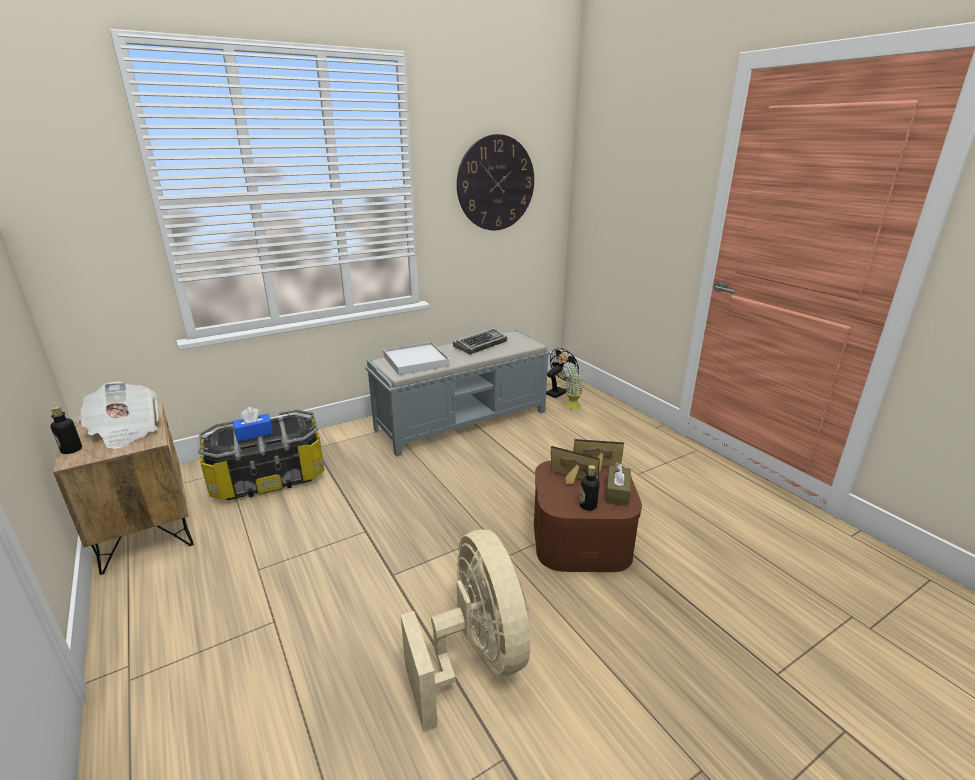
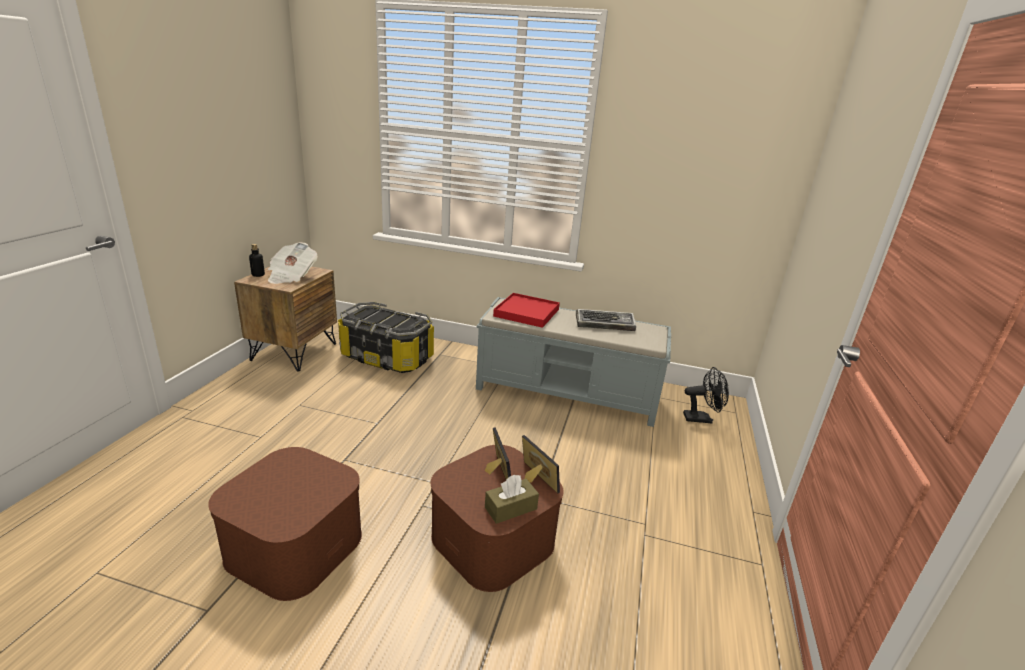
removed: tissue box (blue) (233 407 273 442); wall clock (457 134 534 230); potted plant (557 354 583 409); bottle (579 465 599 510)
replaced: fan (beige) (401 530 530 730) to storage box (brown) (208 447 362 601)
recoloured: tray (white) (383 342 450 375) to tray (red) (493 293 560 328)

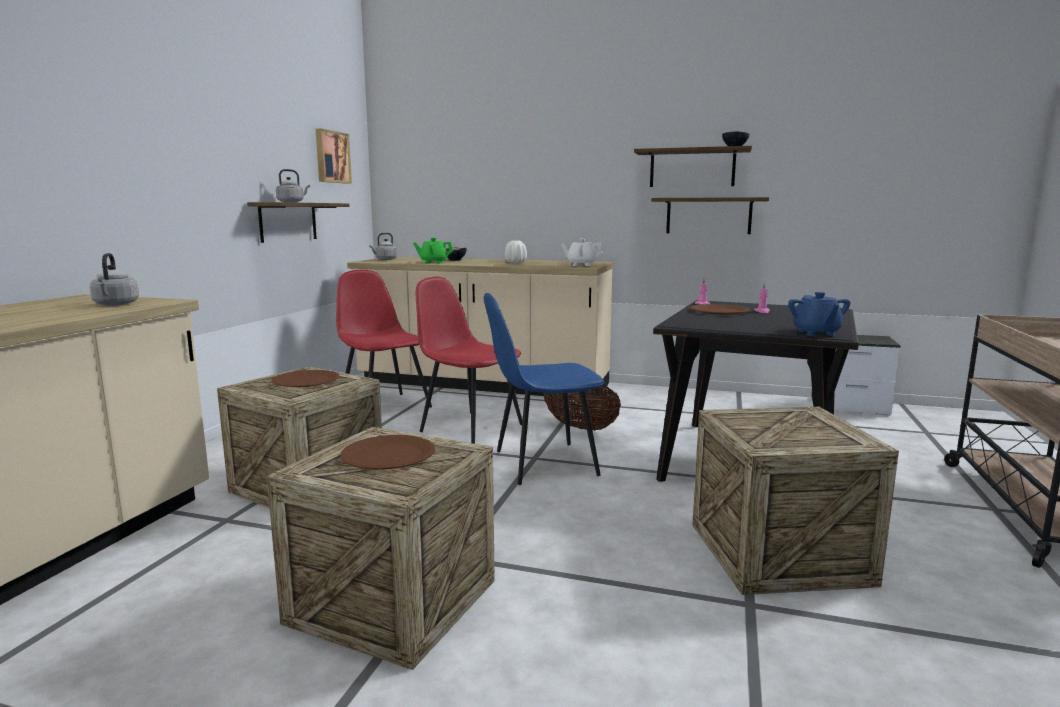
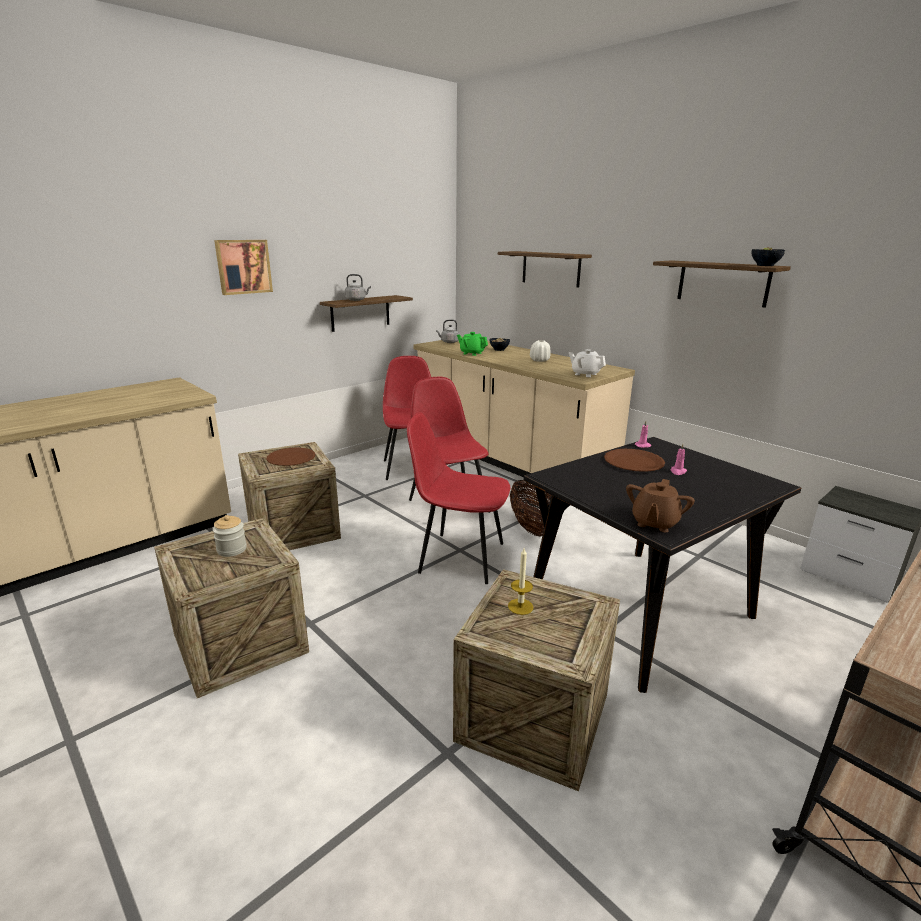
removed: kettle (grey) (89 253 139 306)
added: candle (508 548 533 615)
moved: picture (316 129 352 184) to (214 240 273 295); shelf (651 197 769 234) to (498 251 592 288)
replaced: plate (brown) (340 435 435 470) to jar (213 515 247 557)
recoloured: chair (blue) (484 293 604 485) to chair (red) (407 412 511 584); teapot (blue) (788 292 851 336) to teapot (brown) (626 479 695 533)

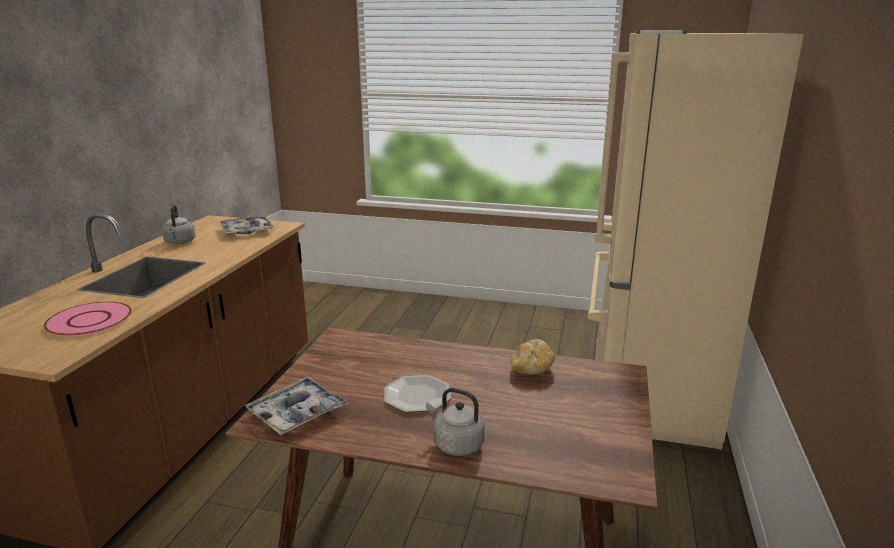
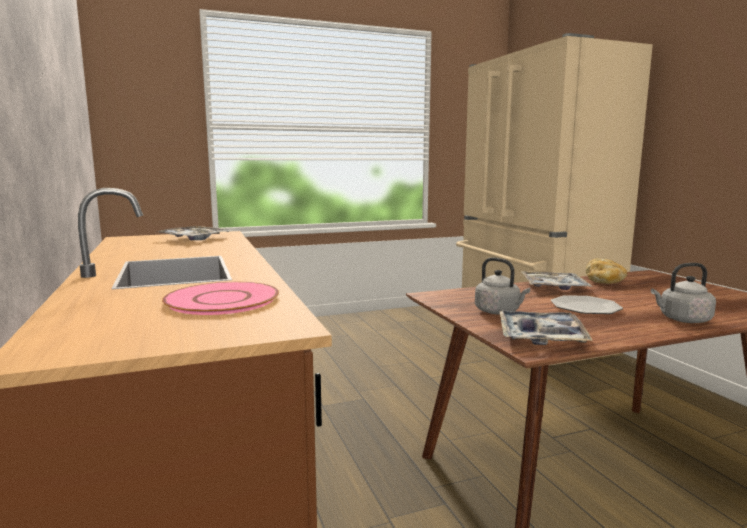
added: tray (521 271 593 290)
moved: kettle (grey) (162 205 196 244) to (475 257 530 315)

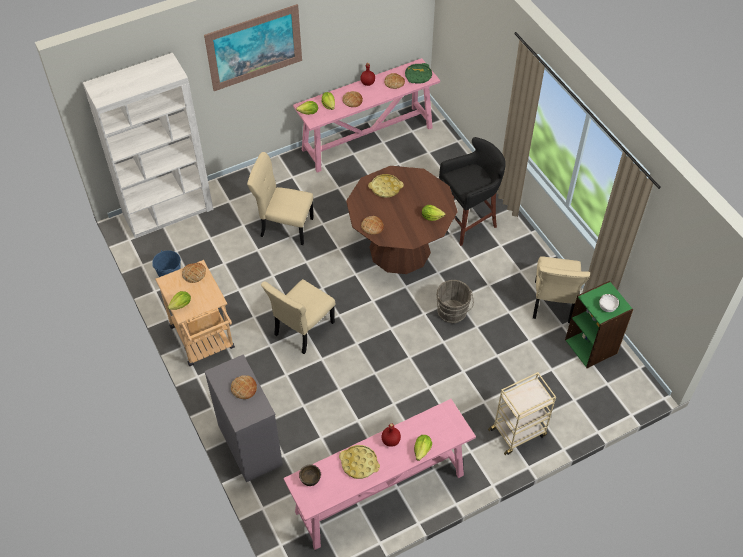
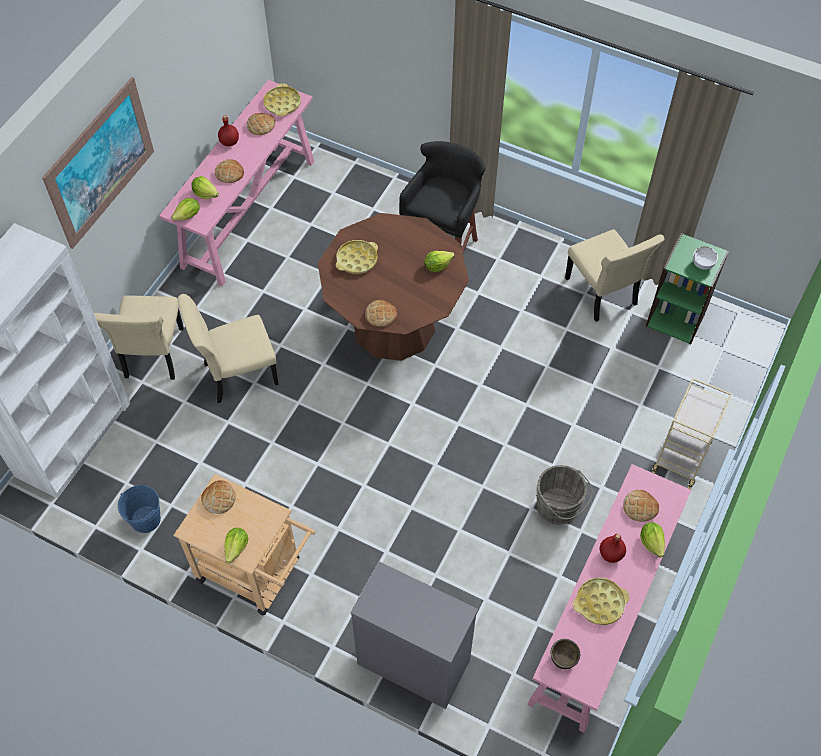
moved: chair (beige) (261 279 336 354) to (94 295 184 380); bucket (grey) (436 280 474 323) to (536 465 593 525); bread (231 375 257 399) to (623 490 659 522)
recoloured: tray (green) (405 63 432 84) to tray (yellow) (263 83 301 116)

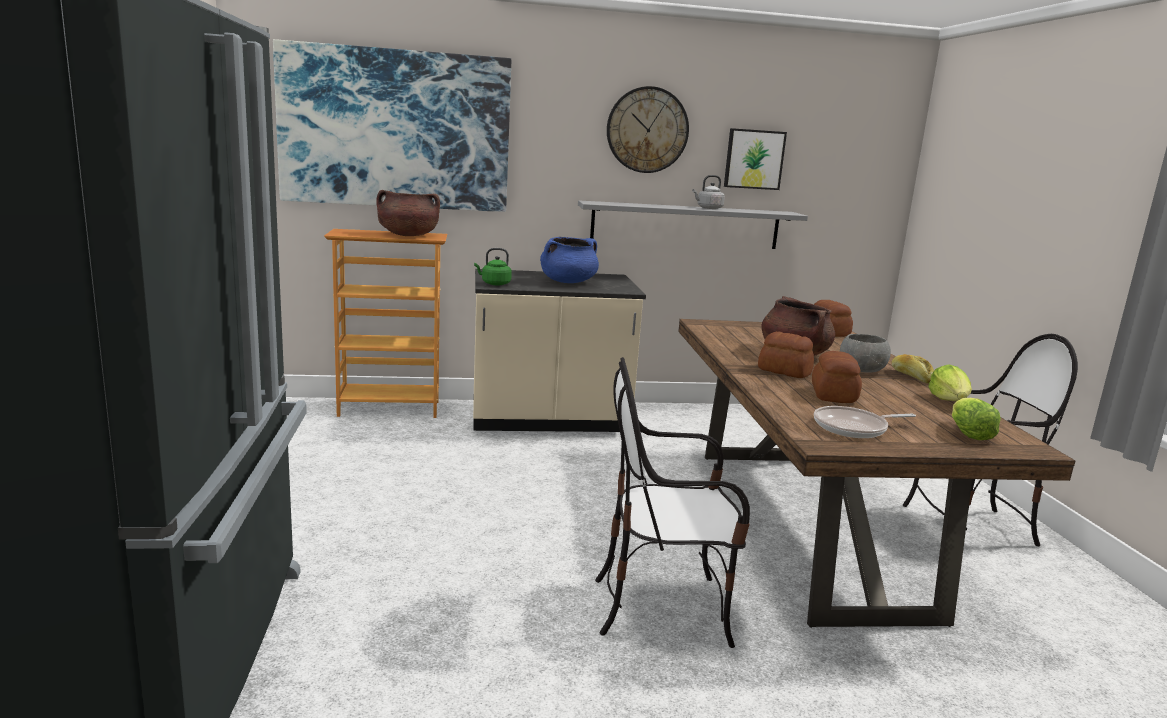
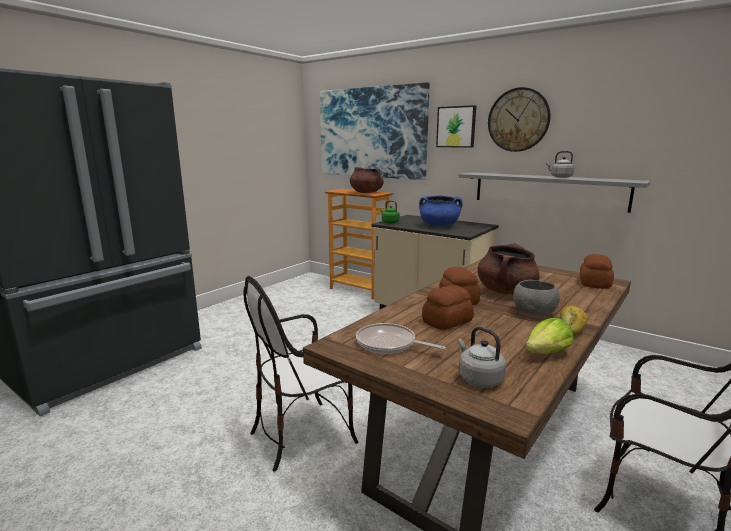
moved: picture (724 128 787 190) to (436 105 476 148)
replaced: lettuce (952 398 1001 440) to kettle (grey) (458 326 506 388)
turned: chair (595 357 750 648) = (243 276 358 472) 75 degrees counterclockwise

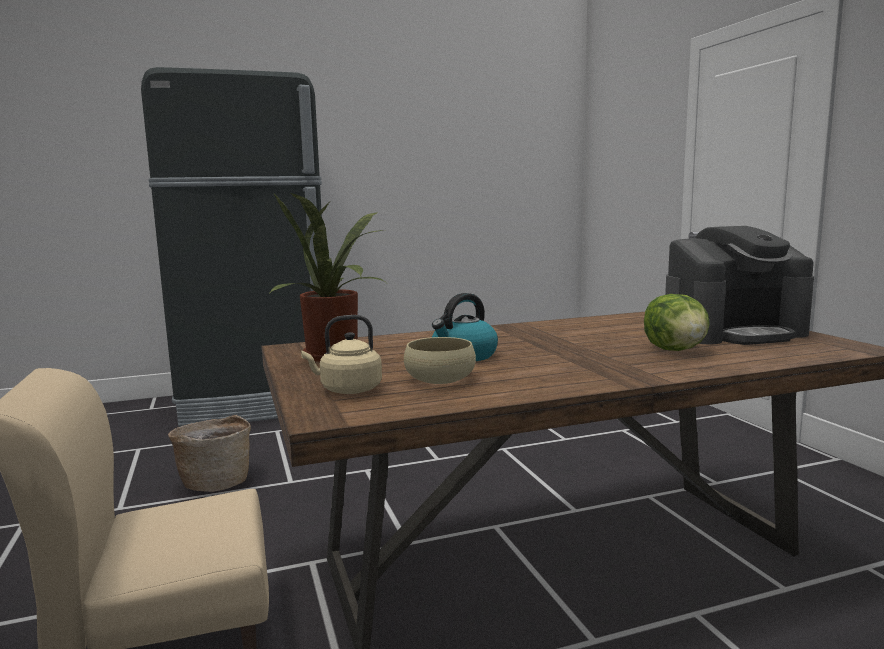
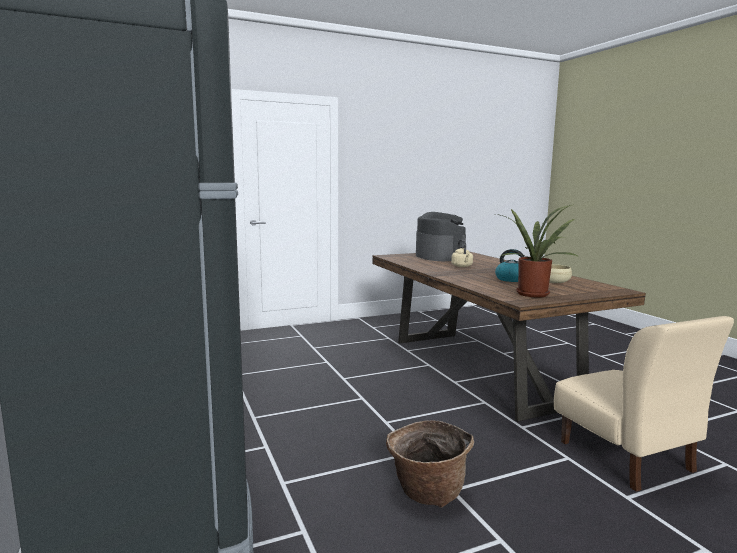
removed: lettuce (644 294 710 351)
moved: kettle (beige) (301 315 382 394) to (451 240 473 267)

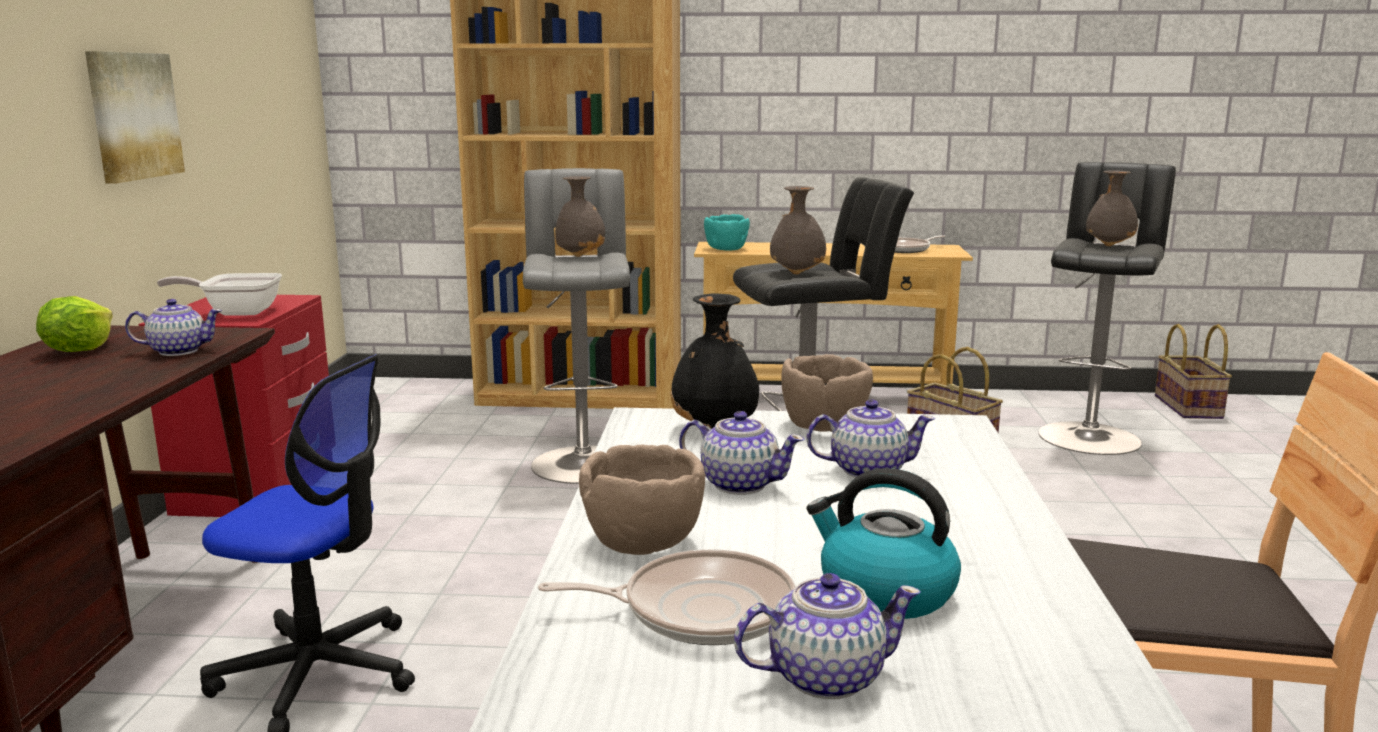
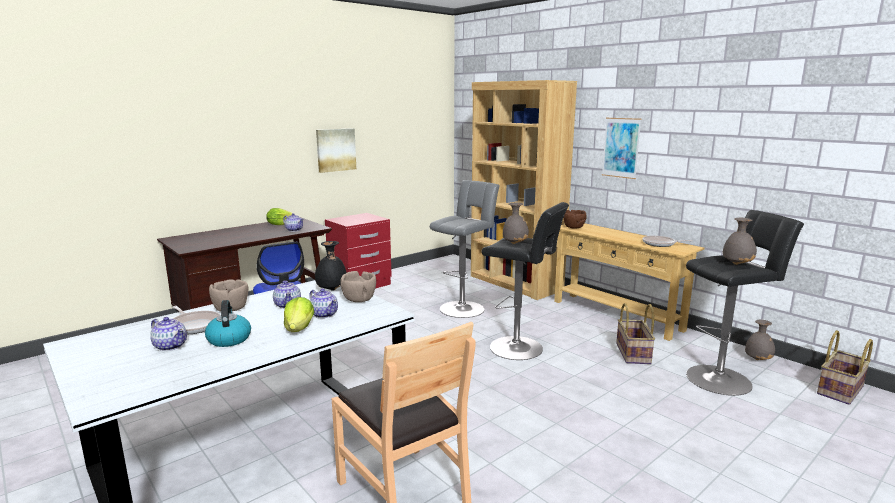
removed: frying pan (157 273 282 316)
added: lettuce (284 297 314 332); picture (602 118 641 179)
moved: vase (grey) (555 176 605 257) to (745 320 775 360)
recoloured: bowl (turquoise) (704 214 750 251) to bowl (brown) (563 210 586 229)

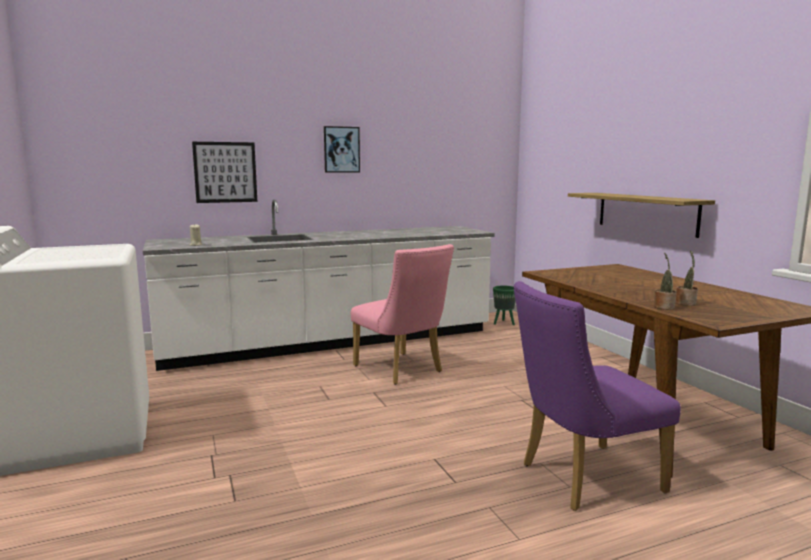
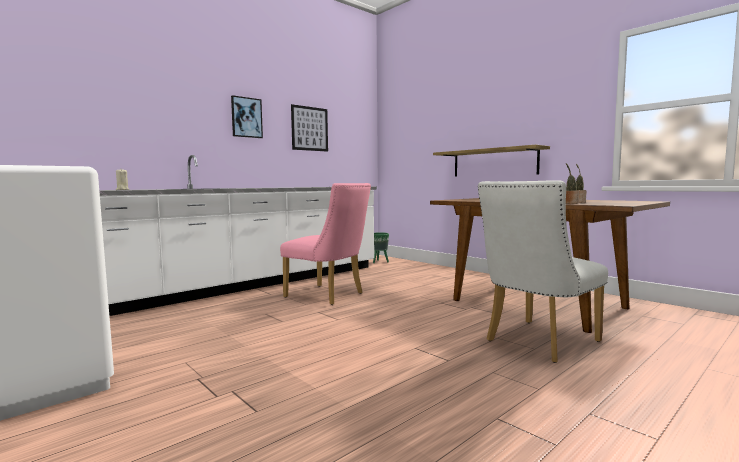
moved: picture (192 142 257 203) to (291 104 328 152)
recoloured: chair (purple) (514 281 681 511) to chair (white) (478 180 608 363)

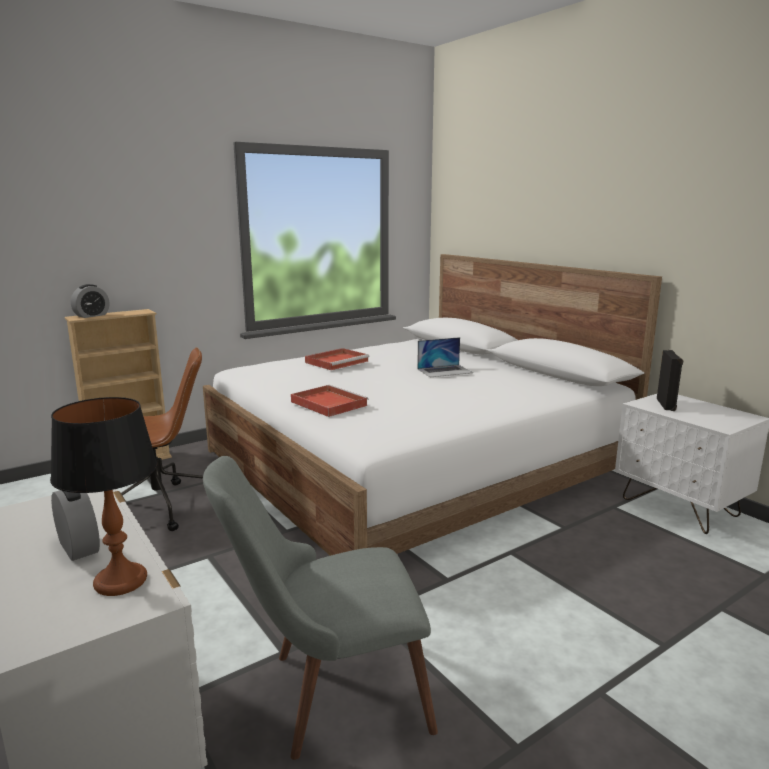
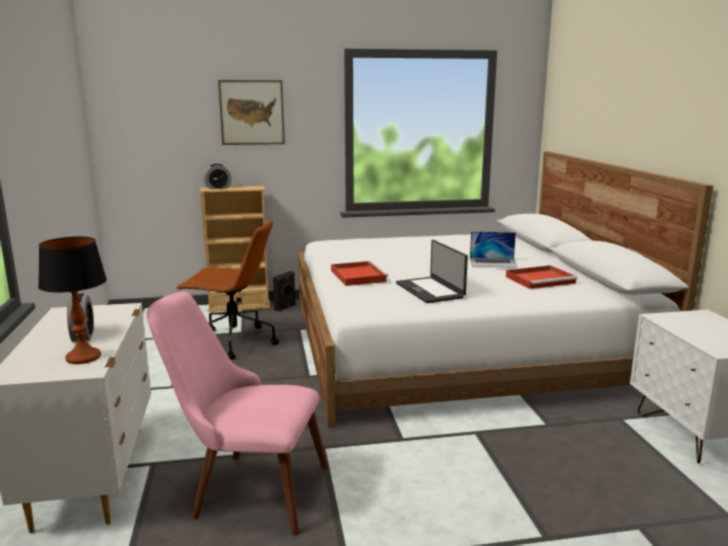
added: picture (218 80 285 145); laptop (396 240 468 303)
moved: speaker (black) (657 350 683 411) to (273 271 296 312); tray (red) (305 348 369 370) to (506 265 577 289)
recoloured: chair (grey) (203 456 438 760) to chair (pink) (147 292 328 536)

